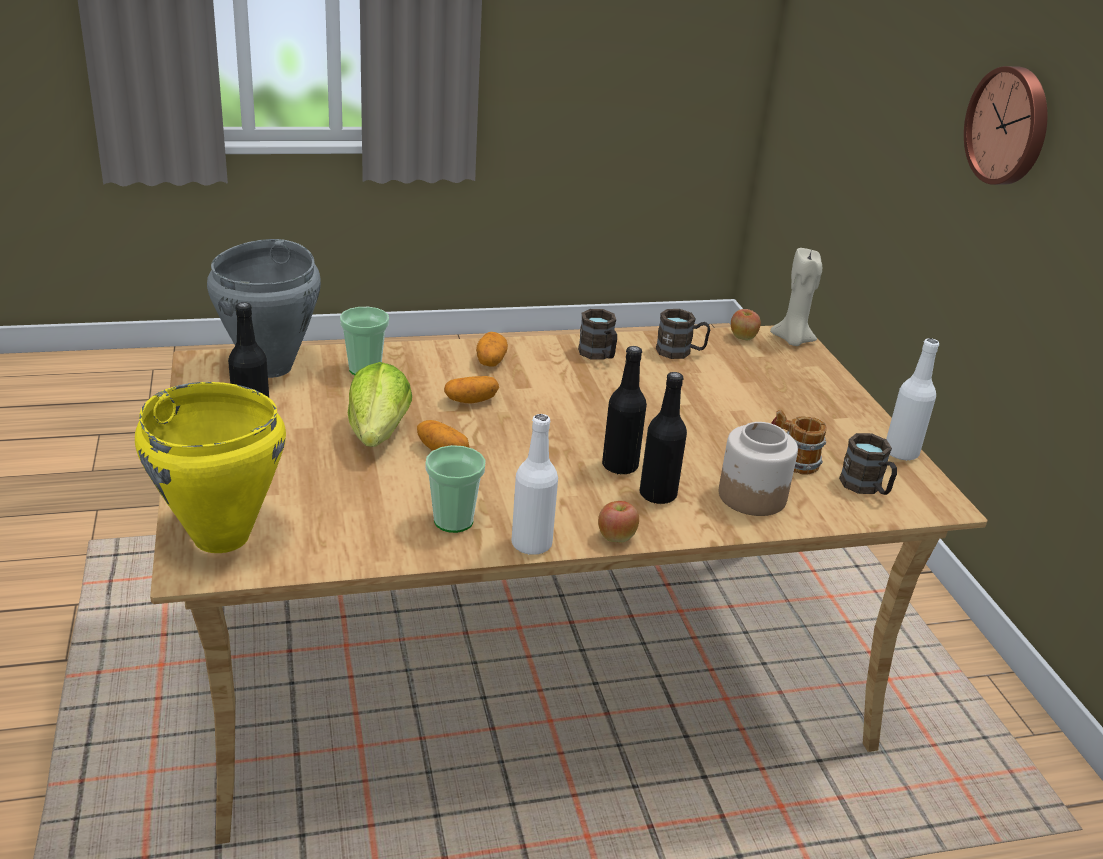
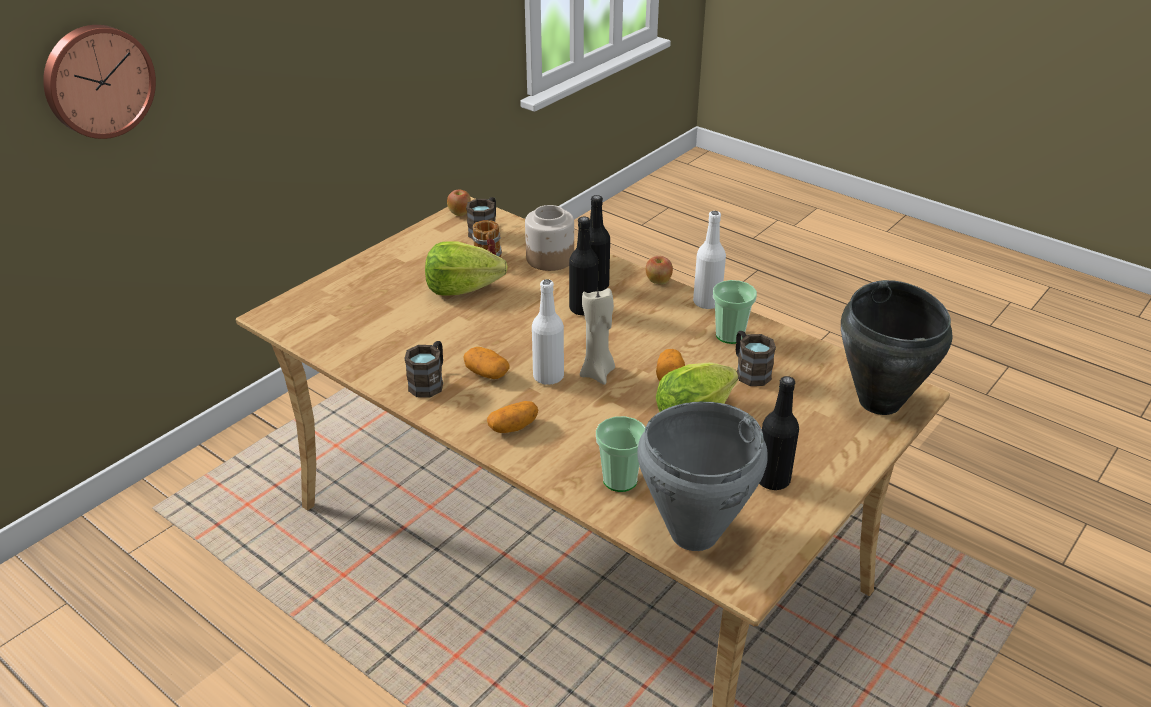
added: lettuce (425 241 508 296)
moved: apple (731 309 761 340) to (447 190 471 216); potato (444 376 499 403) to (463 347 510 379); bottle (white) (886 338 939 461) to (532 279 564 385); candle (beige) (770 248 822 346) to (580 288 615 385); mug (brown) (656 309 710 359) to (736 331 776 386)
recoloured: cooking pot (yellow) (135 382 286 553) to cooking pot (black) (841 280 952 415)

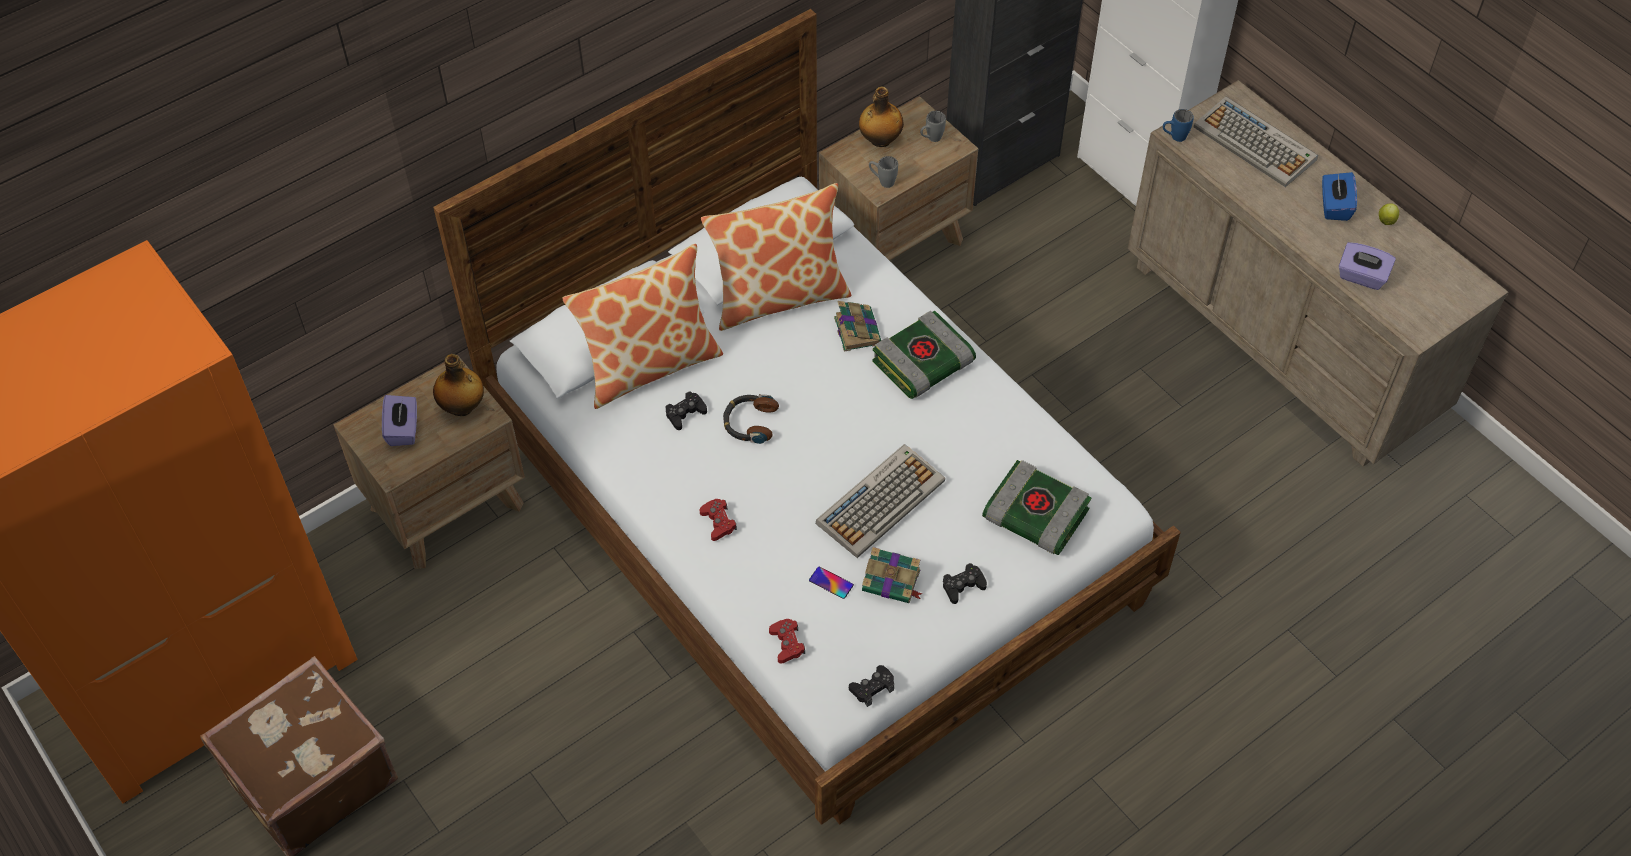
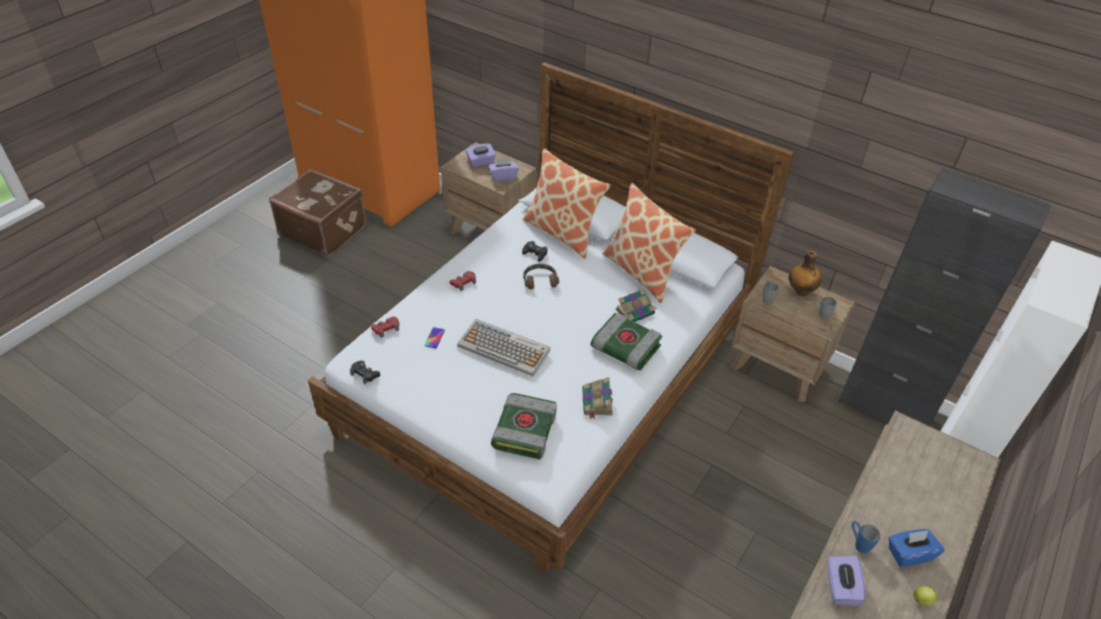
removed: game controller (black) (943 563 987 604); keyboard (1194 96 1318 187)
moved: book (862 547 923 603) to (582 377 613 420); mug (blue) (1163 109 1194 142) to (852 521 880 554)
replaced: bottle (433 354 484 416) to tissue box (purple) (489 157 519 182)

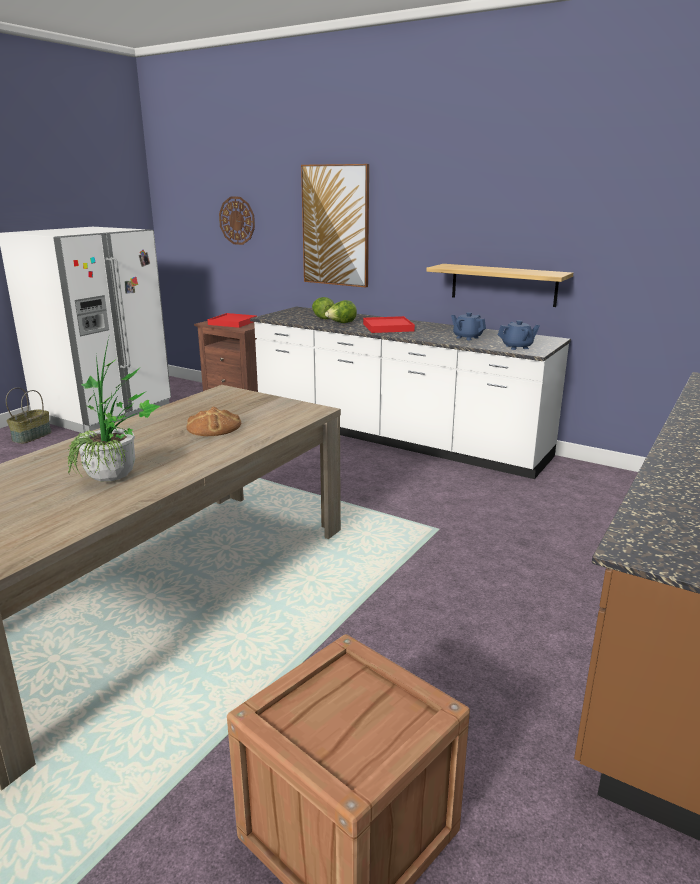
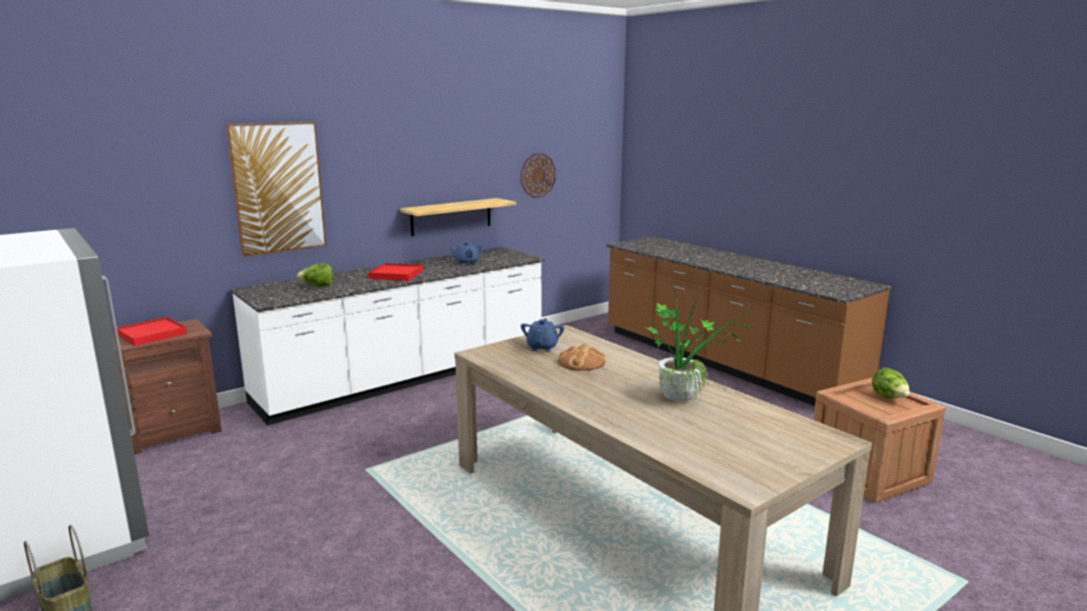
moved: wall clock (219 197 255 245) to (521 153 556 198); teapot (blue) (498 320 540 350) to (521 318 564 352); lettuce (325 300 357 323) to (872 368 910 398)

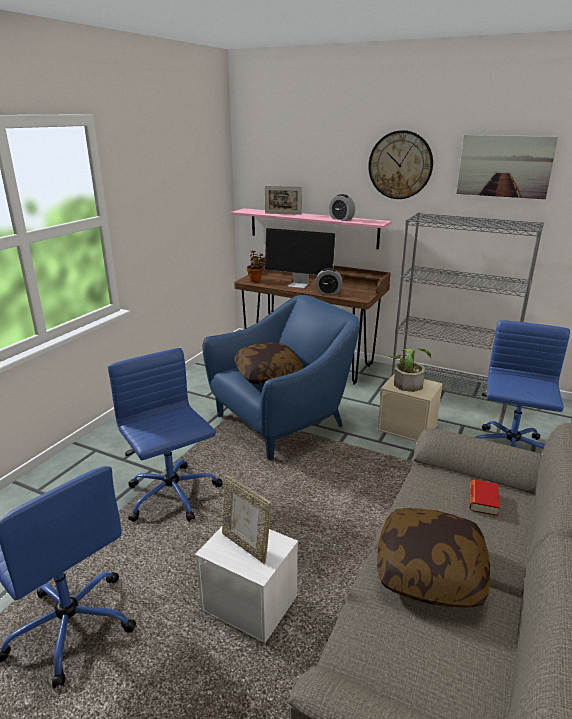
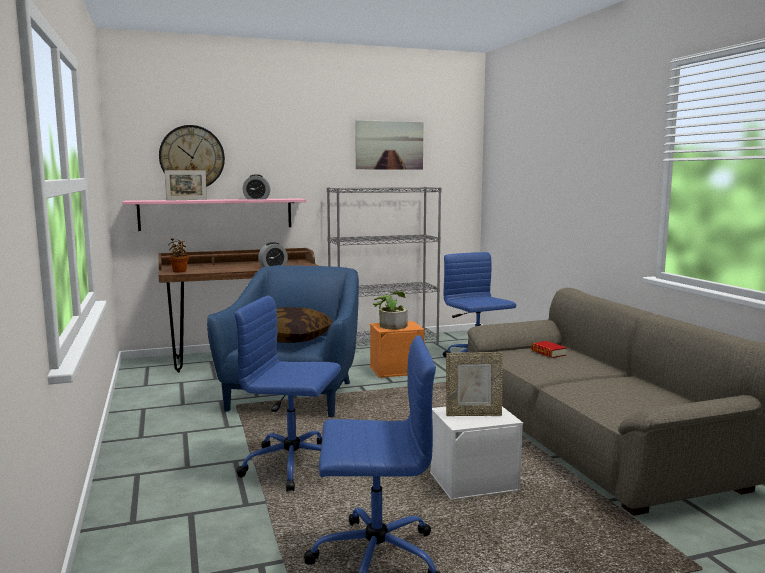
removed: monitor (265 228 336 289); pillow (377 508 490 608)
moved: wall clock (368 130 433 199) to (159 125 225 187)
recoloured: storage box (beige) (377 374 443 442) to storage box (orange) (370 321 425 378)

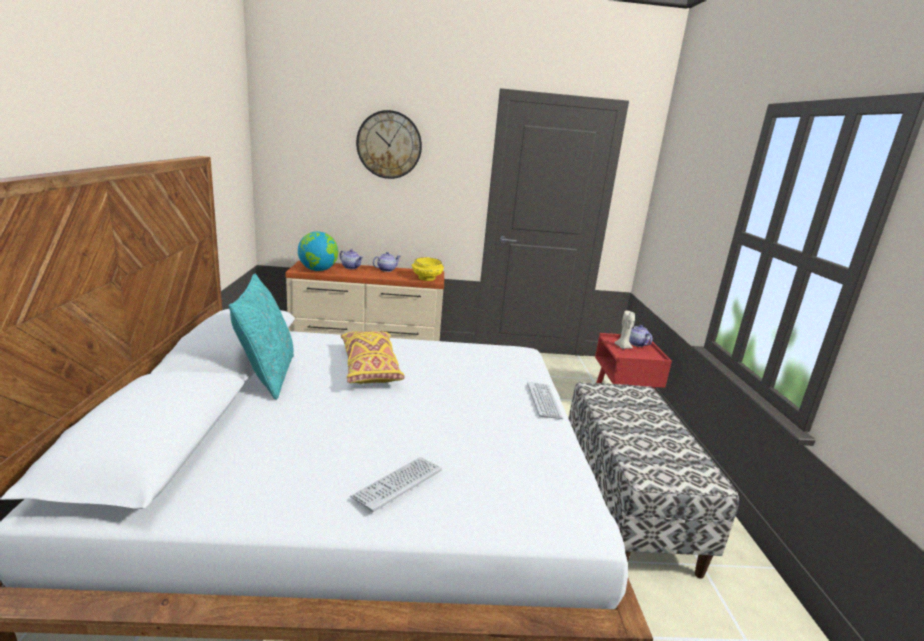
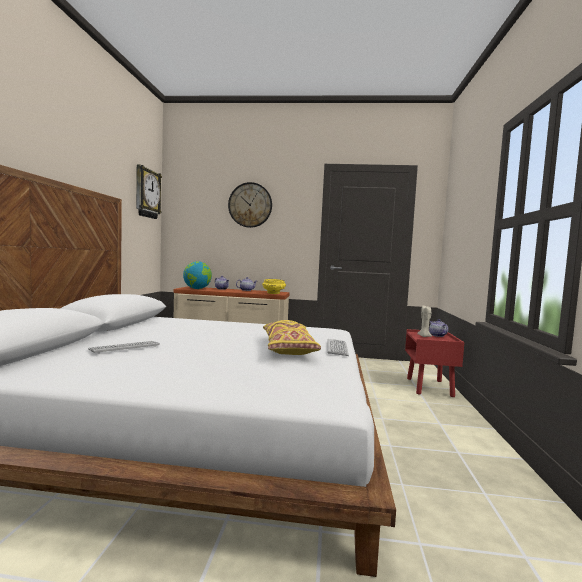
removed: pillow (turquoise) (229 274 294 400); bench (569 382 739 579)
added: wall clock (136 164 162 219)
moved: keyboard (350 457 442 512) to (88 341 160 354); pillow (yellow) (341 331 405 384) to (263 320 321 355)

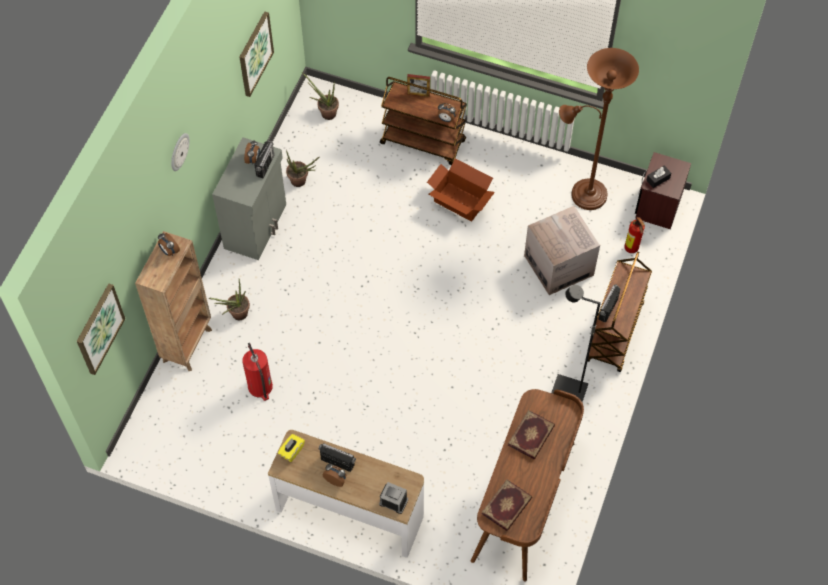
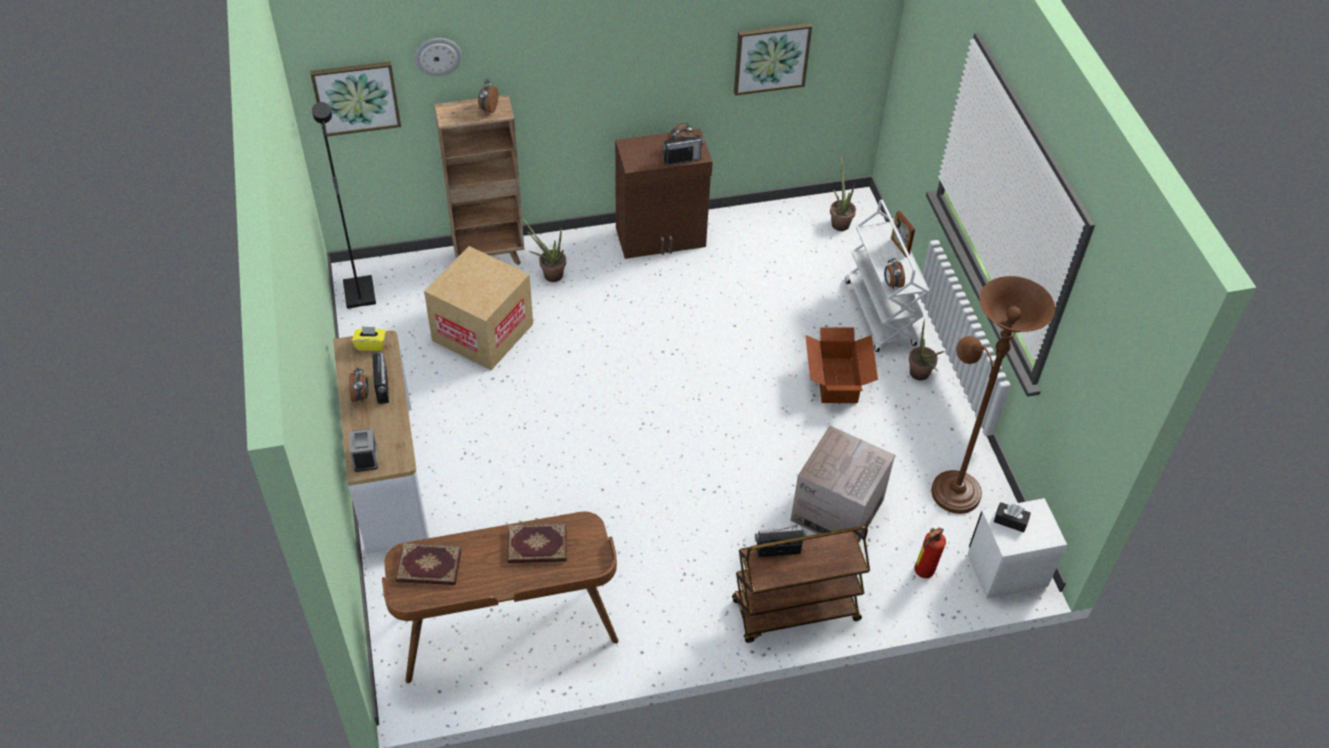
moved: floor lamp (black) (551 285 601 402) to (312 102 376 309); wall clock (171 133 190 171) to (415 38 462 76); potted plant (286 150 320 187) to (909 319 944 380)
replaced: fire extinguisher (242 343 273 401) to cardboard box (424 246 533 370)
recoloured: cabinet (grey) (212 137 286 260) to cabinet (brown) (615 129 713 259); cart (brown) (380 77 467 165) to cart (white) (845 200 930 352); nightstand (brown) (635 152 691 229) to nightstand (white) (968 498 1067 599)

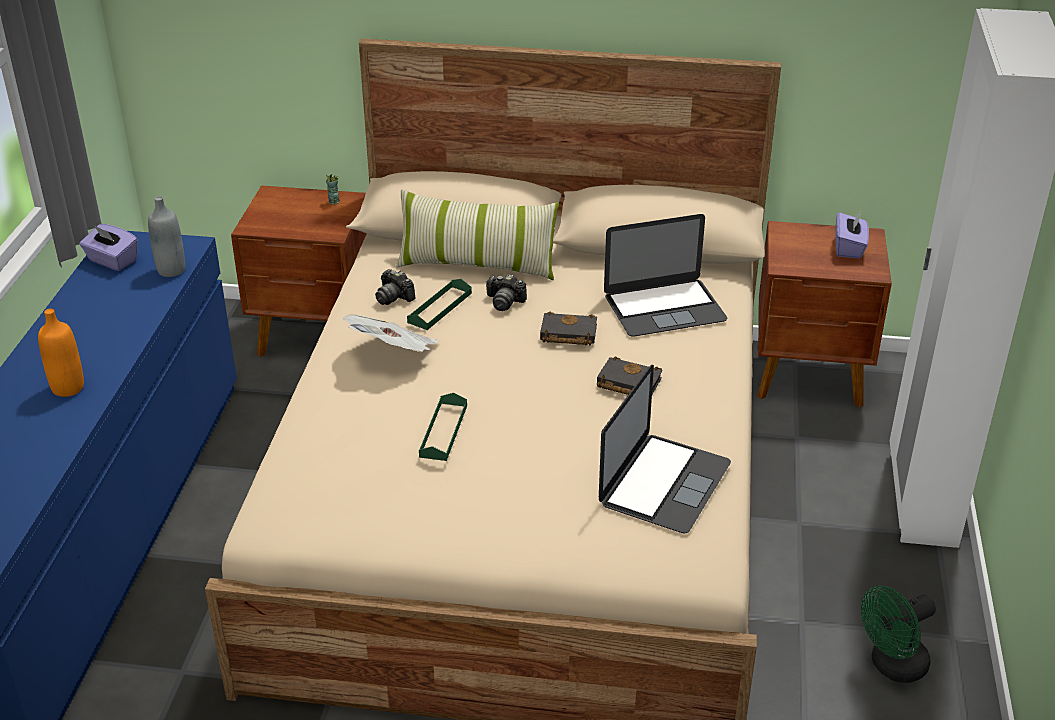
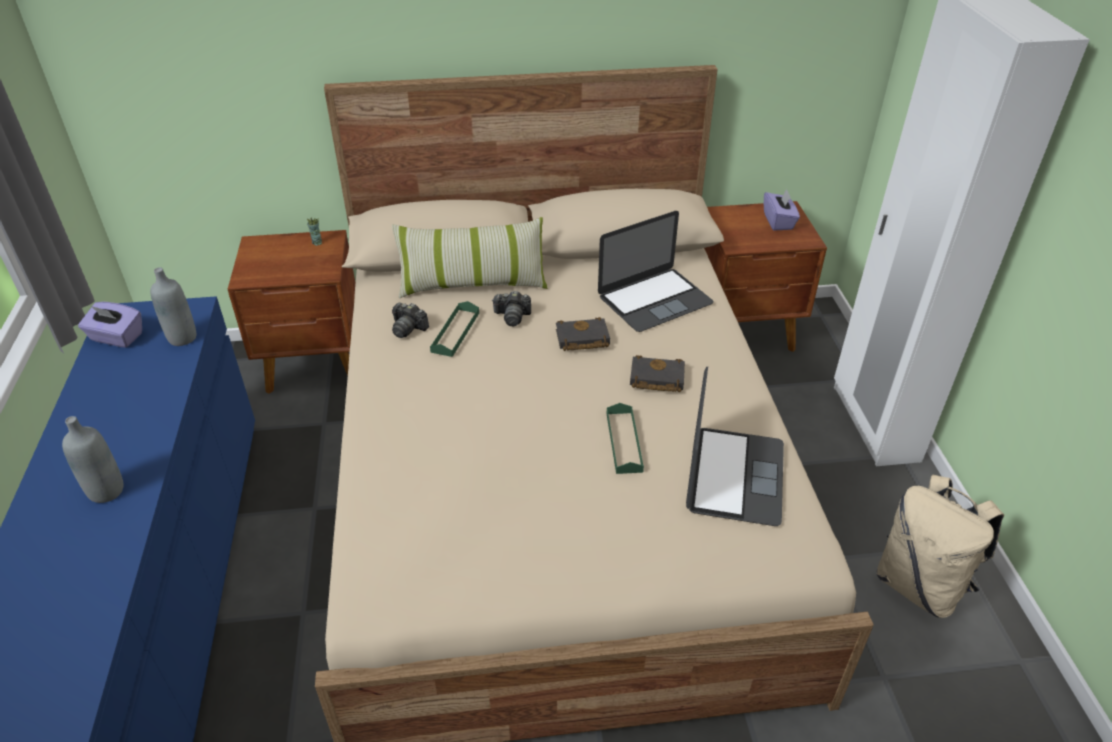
removed: newspaper (343 314 439 352)
moved: tray (green) (419 393 467 461) to (606 403 644 474)
replaced: fan (green) (861 586 936 683) to backpack (beige) (876 475 1004 618)
recoloured: bottle (orange) (38 309 84 397) to bottle (grey) (62 416 124 503)

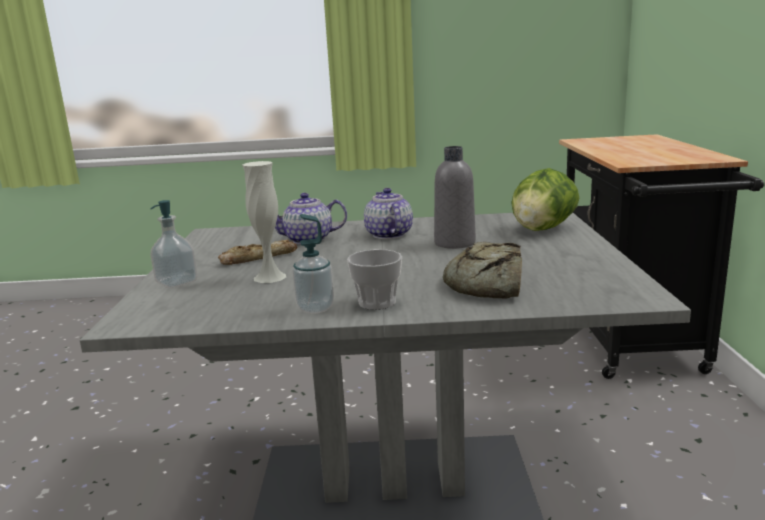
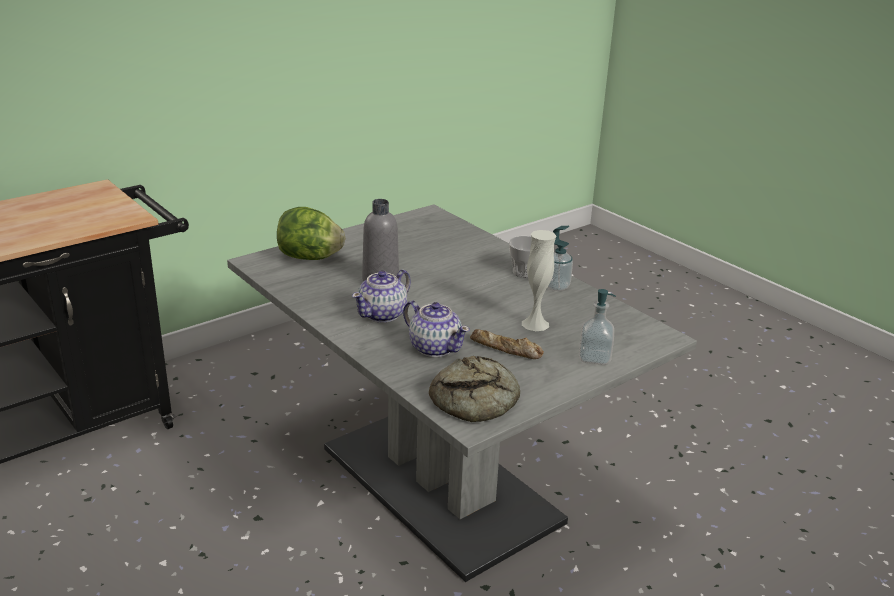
moved: bread (443 242 522 299) to (429 356 520 422)

